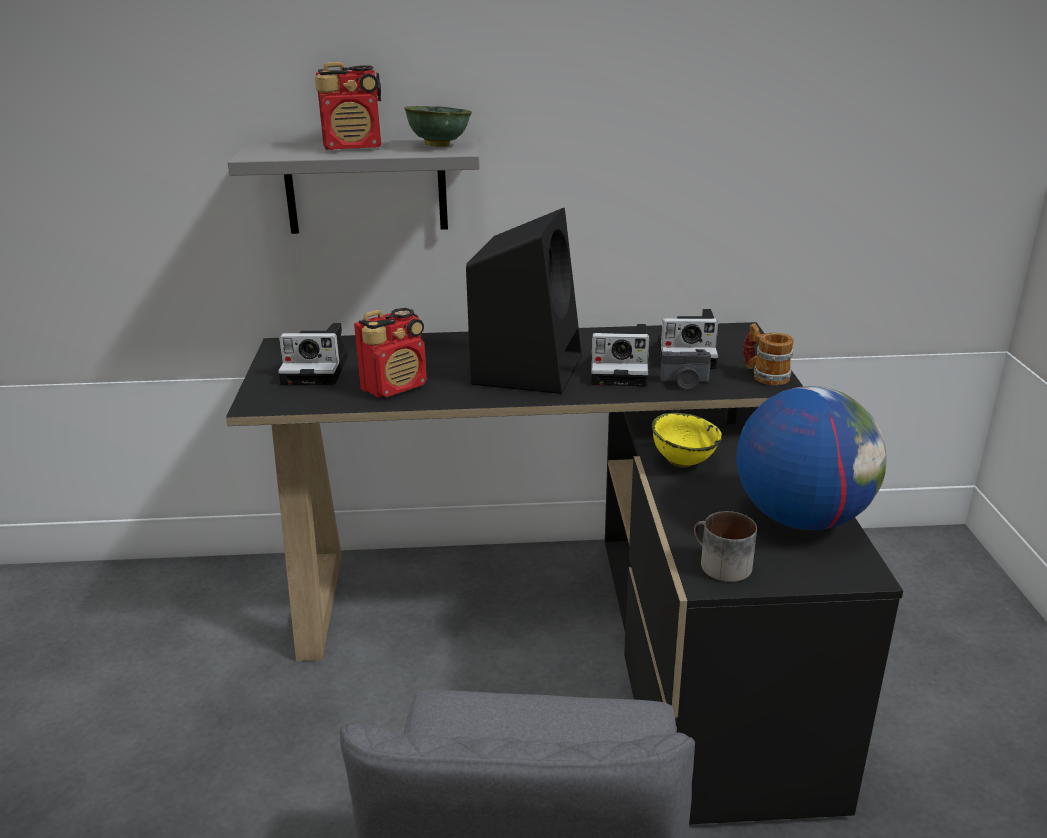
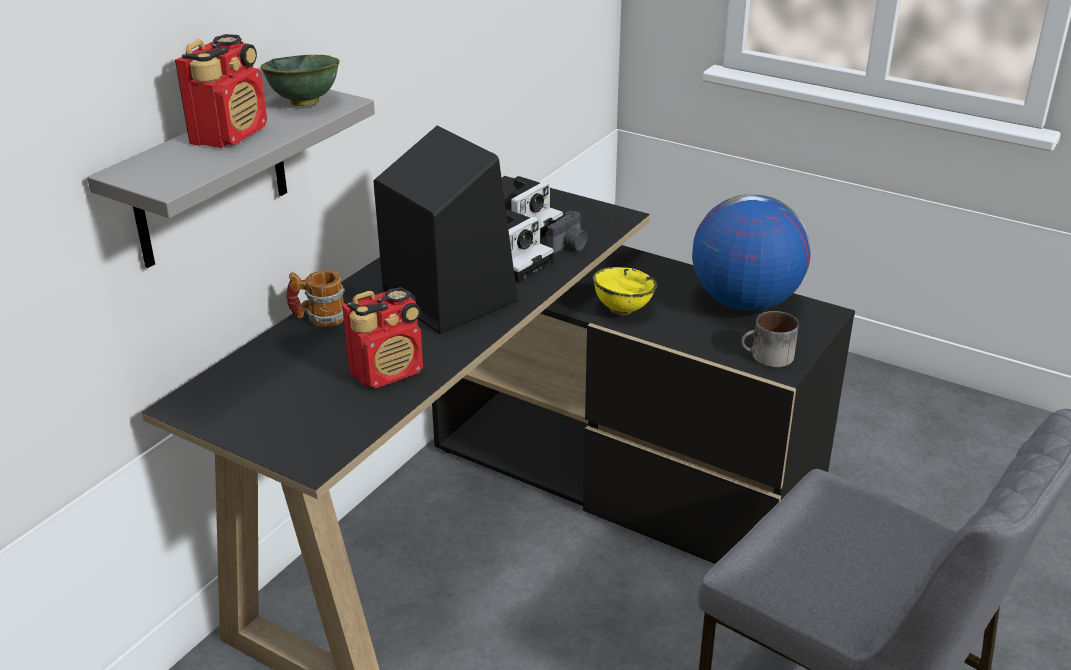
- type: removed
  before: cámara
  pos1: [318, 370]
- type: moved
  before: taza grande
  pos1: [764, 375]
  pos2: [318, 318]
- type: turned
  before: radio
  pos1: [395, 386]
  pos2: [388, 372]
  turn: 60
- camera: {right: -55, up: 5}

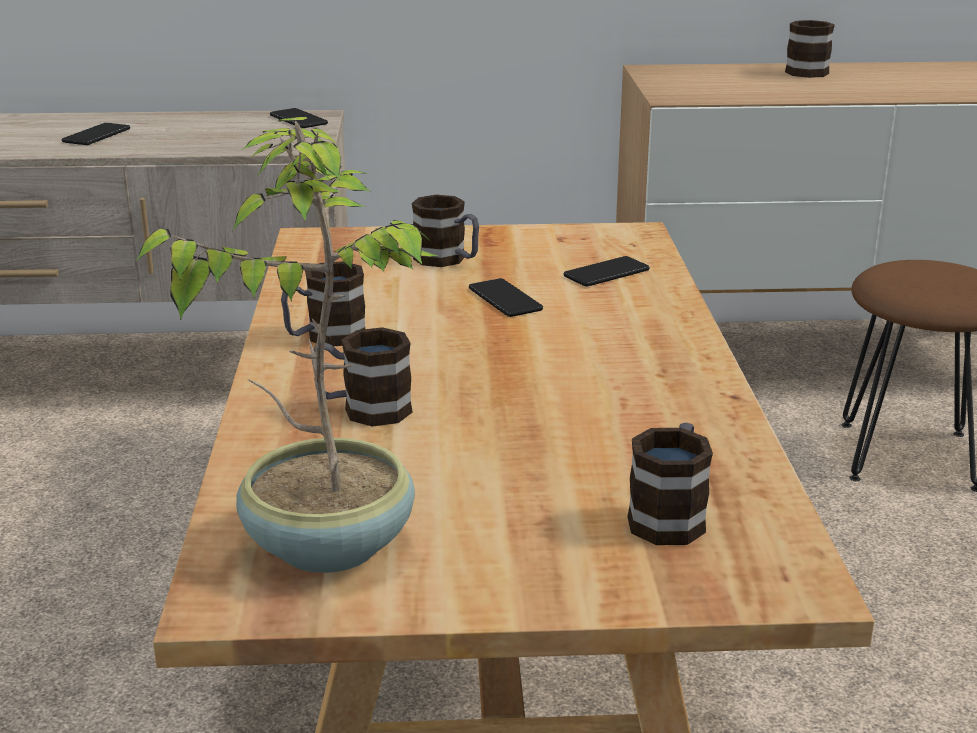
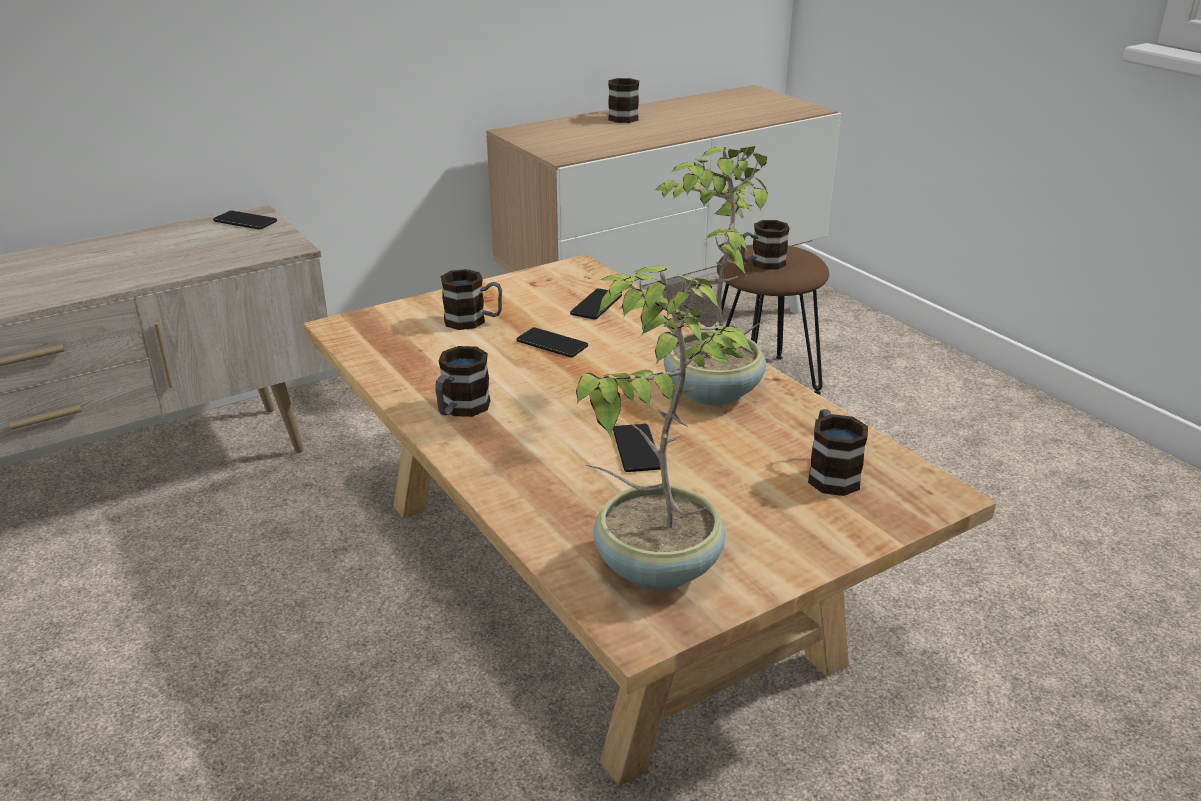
- type: added
  after: planta en maceta
  pos2: [710, 392]
- type: moved
  before: móvil
  pos1: [96, 135]
  pos2: [636, 449]
- type: moved
  before: taza grande
  pos1: [363, 409]
  pos2: [761, 264]
- camera: {right: -30, up: 5}

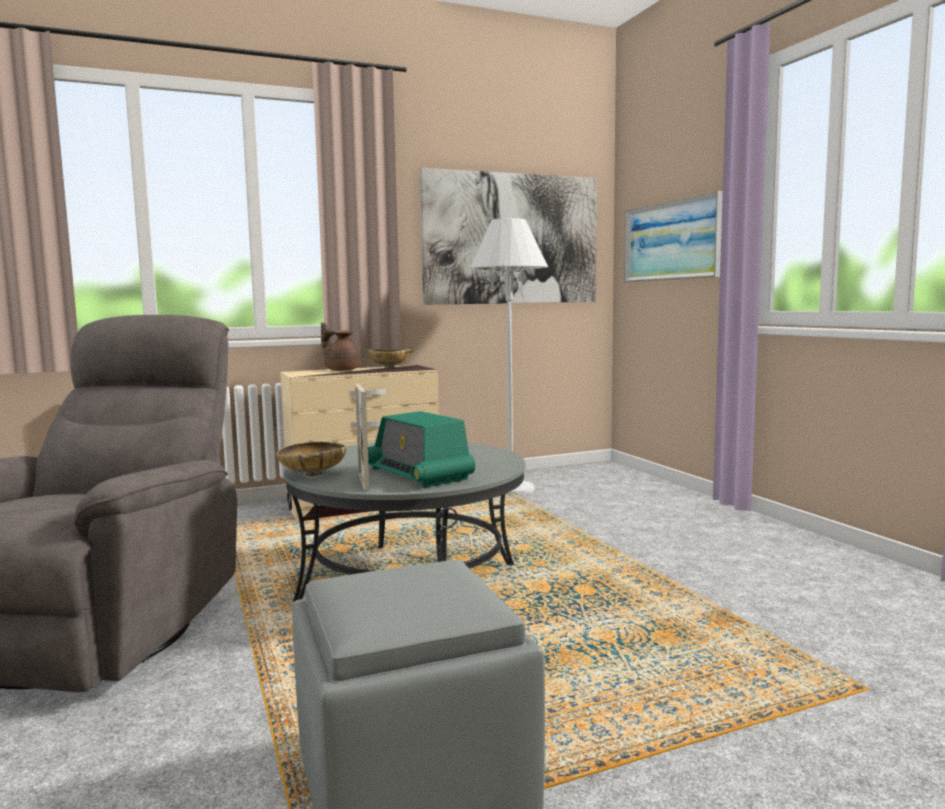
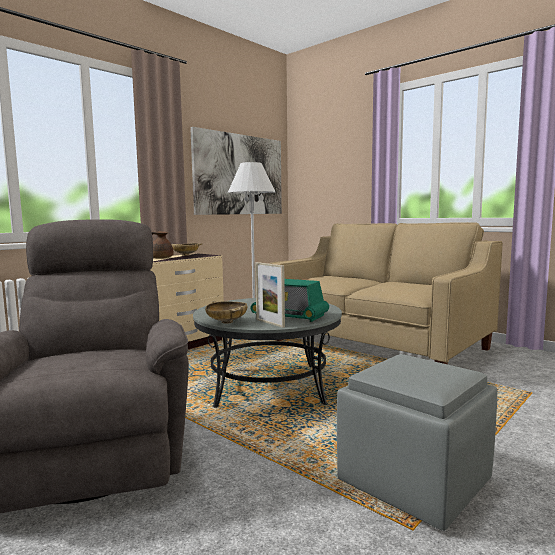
- type: removed
  before: cuadro
  pos1: [671, 241]
- type: added
  after: sofá [beis]
  pos2: [378, 345]
- camera: {right: -25, up: 0}

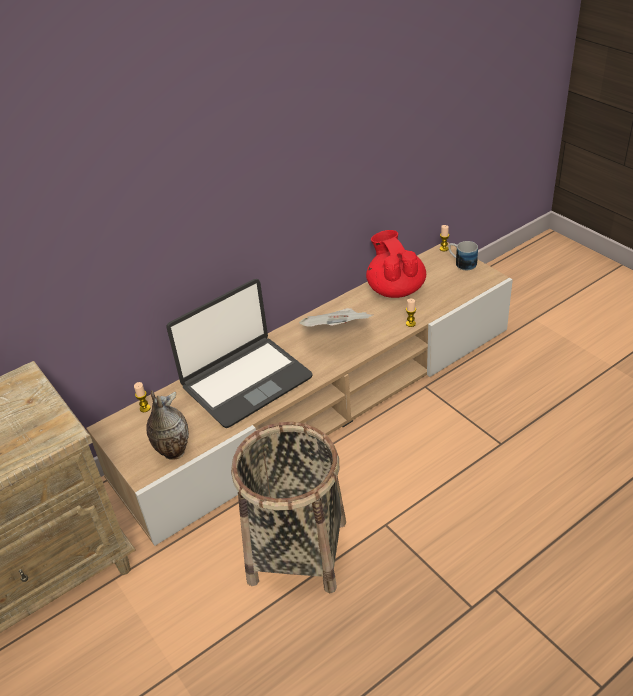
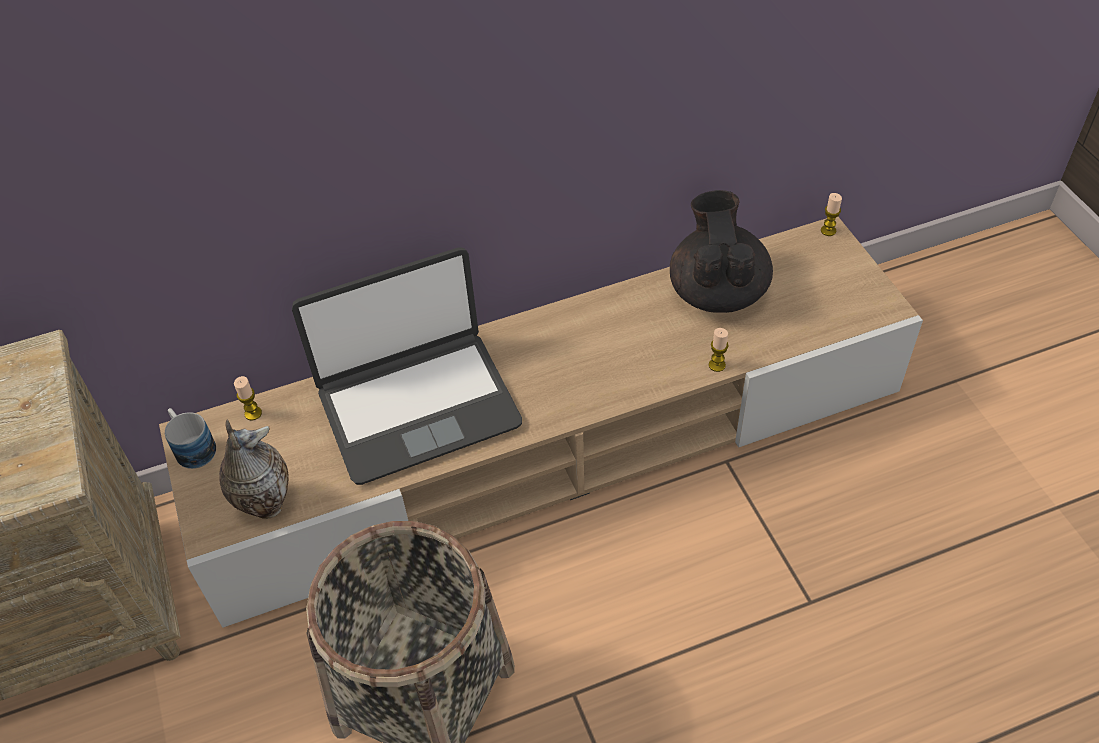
- type: removed
  before: periódico
  pos1: [337, 333]
- type: moved
  before: taza grande
  pos1: [461, 263]
  pos2: [192, 447]
- type: recoloured
  before: tetera [rojo]
  after: tetera [negro]
  pos1: [395, 289]
  pos2: [717, 291]
- camera: {right: 15, up: 10}

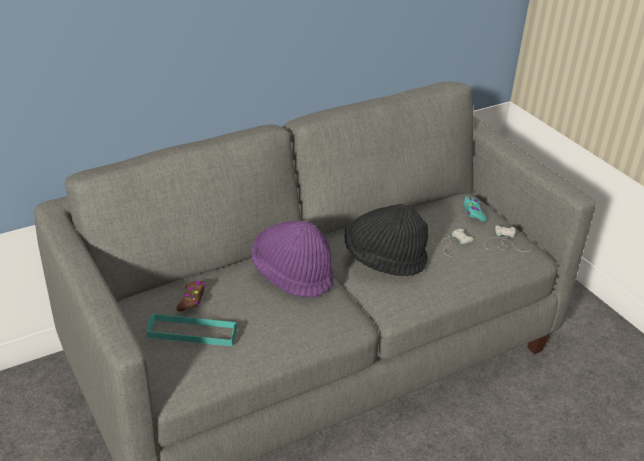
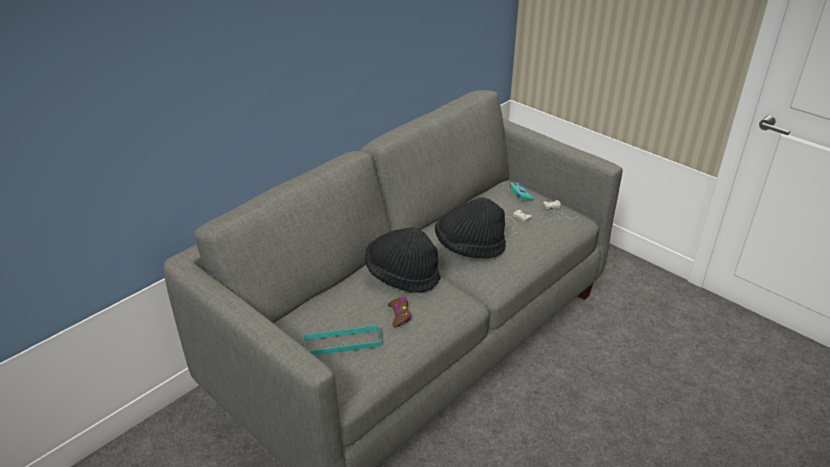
- type: moved
  before: mando de consola [marrón]
  pos1: [192, 299]
  pos2: [399, 315]
- type: recoloured
  before: sombrero [morado]
  after: sombrero [negro]
  pos1: [292, 275]
  pos2: [402, 276]
- camera: {right: -15, up: 0}

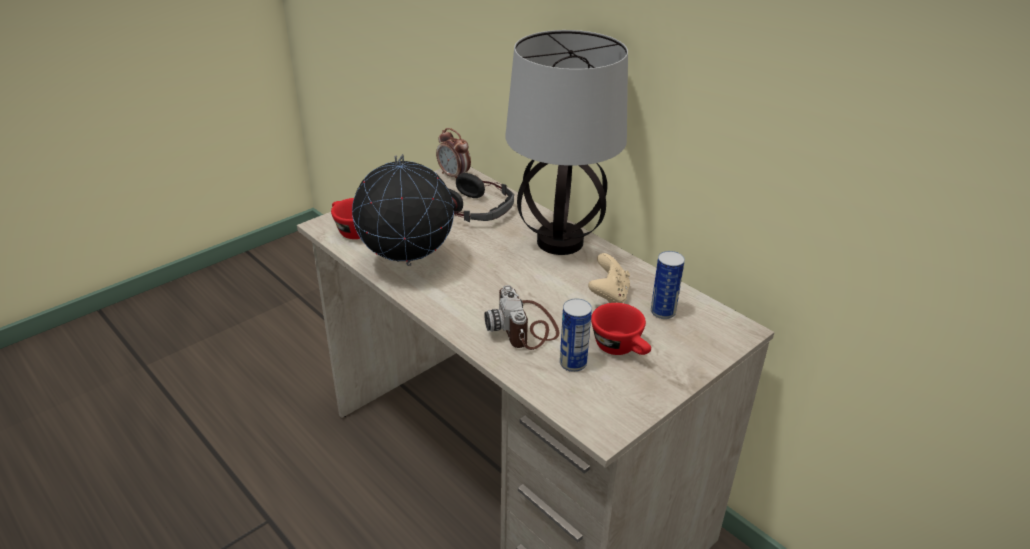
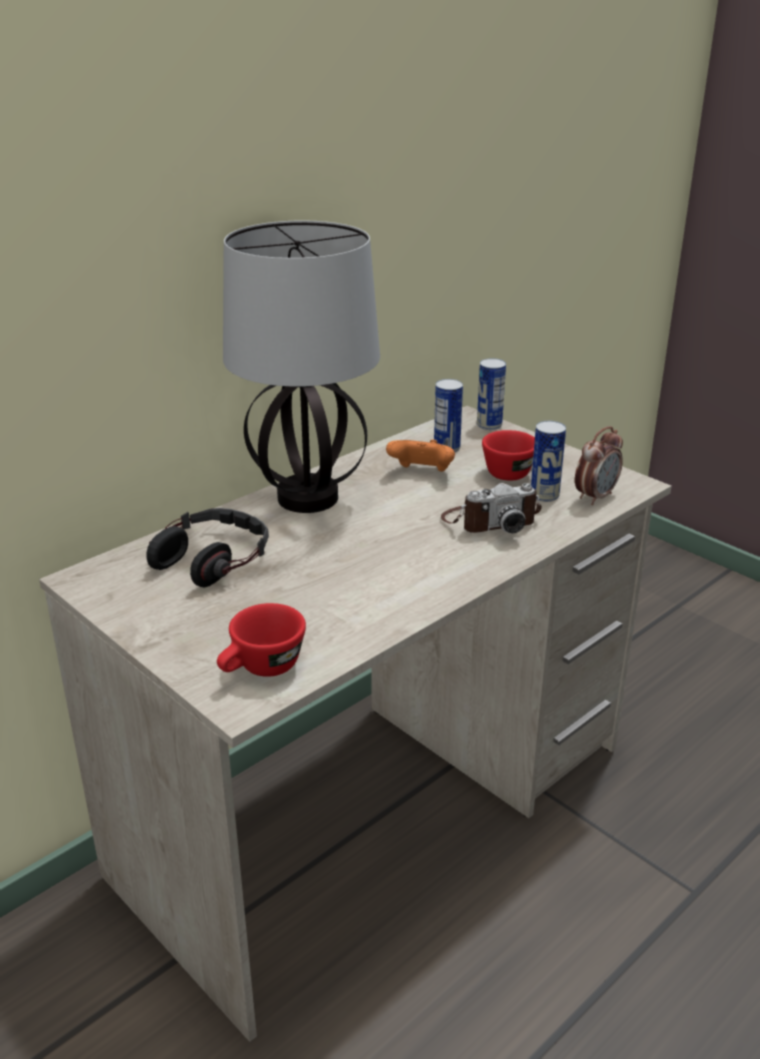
- type: removed
  before: globo terráqueo
  pos1: [407, 265]
- type: added
  after: lata
  pos2: [489, 425]
- type: moved
  before: despertador
  pos1: [454, 176]
  pos2: [595, 497]
- type: recoloured
  before: mando de consola [beis]
  after: mando de consola [naranja]
  pos1: [609, 296]
  pos2: [422, 473]
- camera: {right: -90, up: -5}

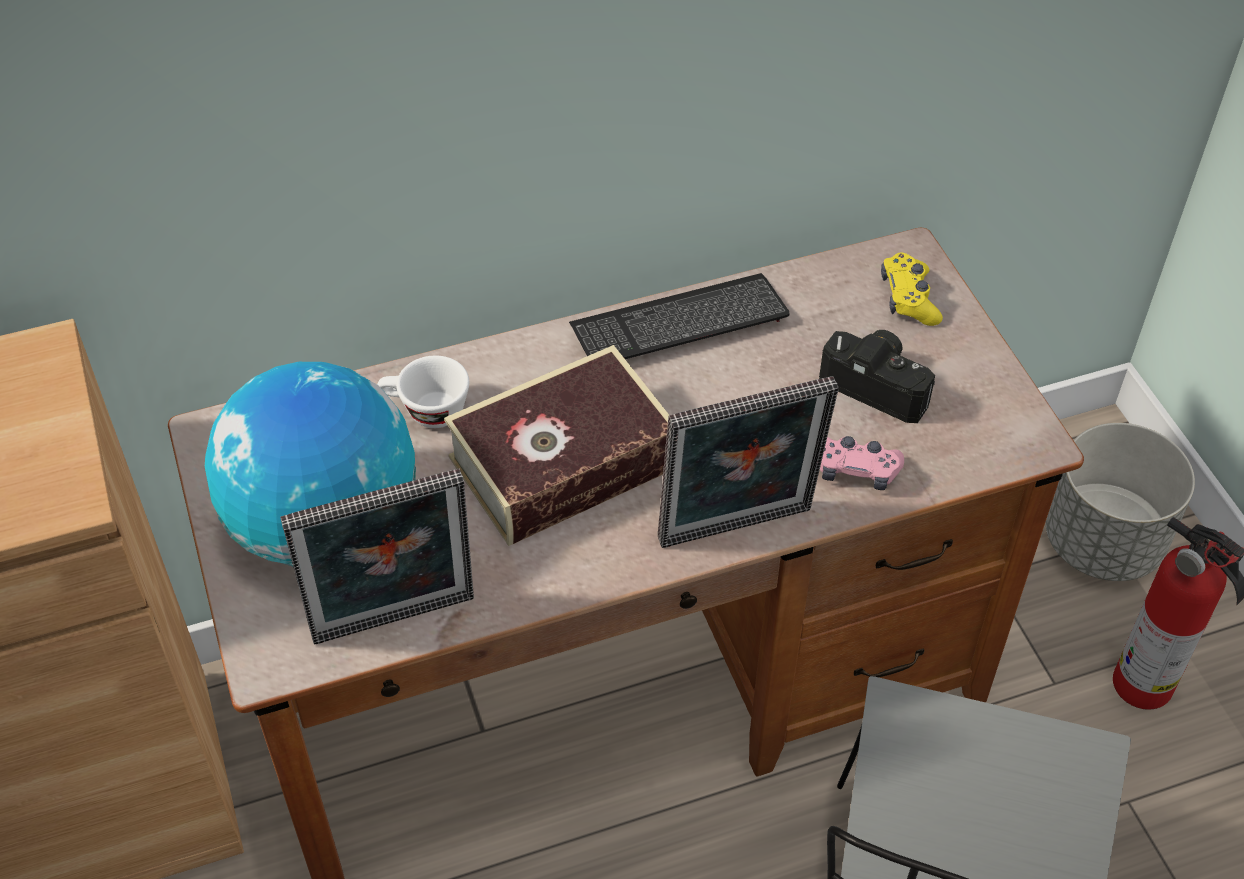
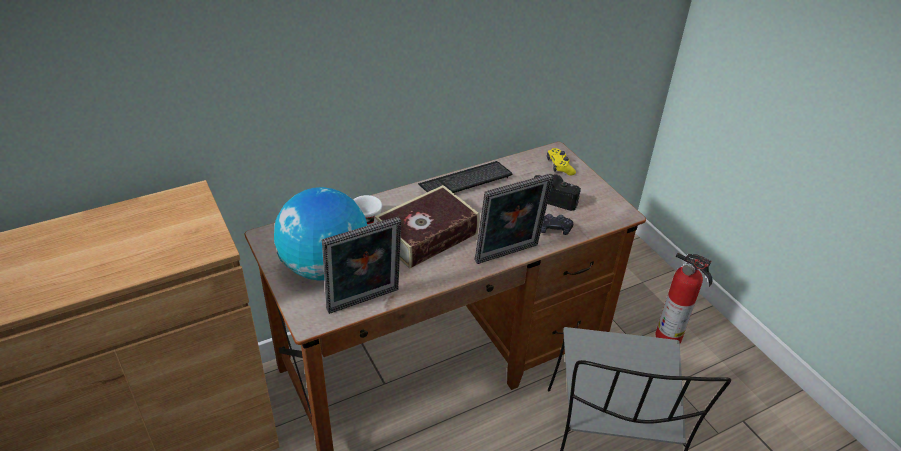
- type: removed
  before: maceta [gris]
  pos1: [1103, 542]
- type: recoloured
  before: mando de consola [rosa]
  after: mando de consola [negro]
  pos1: [856, 470]
  pos2: [553, 229]
- camera: {right: -10, up: -10}

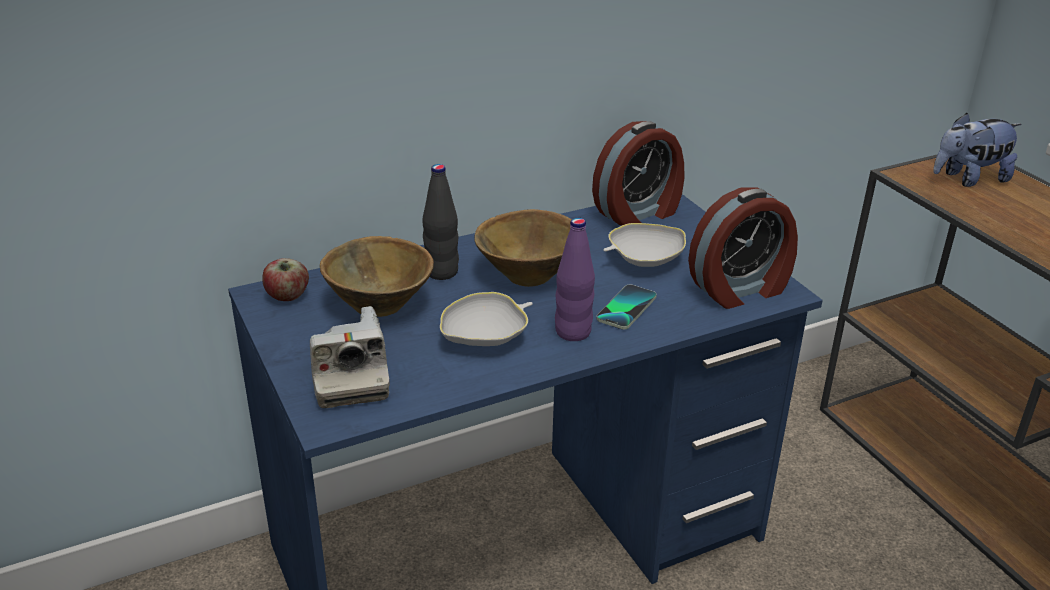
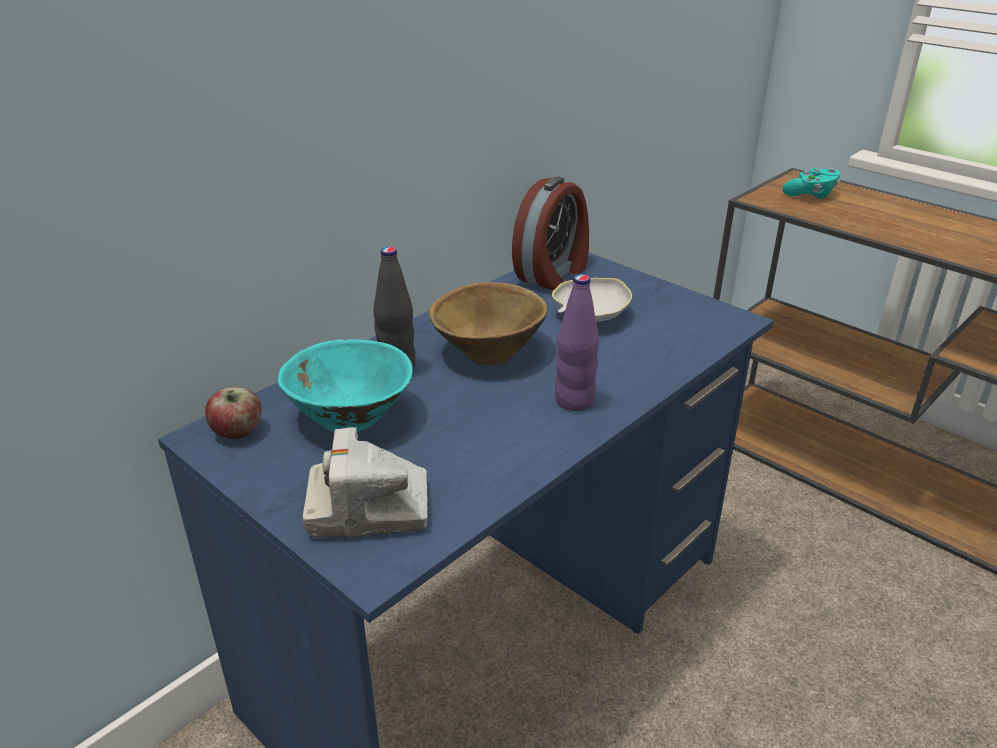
- type: removed
  before: cuenco [blanco]
  pos1: [485, 337]
- type: removed
  before: móvil
  pos1: [626, 308]
- type: removed
  before: despertador
  pos1: [740, 289]
- type: replaced
  before: peluche
  after: mando de consola [turquesa]
  pos1: [969, 179]
  pos2: [811, 194]
- type: recoloured
  before: cuenco [marrón]
  after: cuenco [turquesa]
  pos1: [380, 304]
  pos2: [351, 417]
- type: turned
  before: cámara
  pos1: [349, 378]
  pos2: [368, 509]
  turn: 120
- camera: {right: -20, up: 0}

